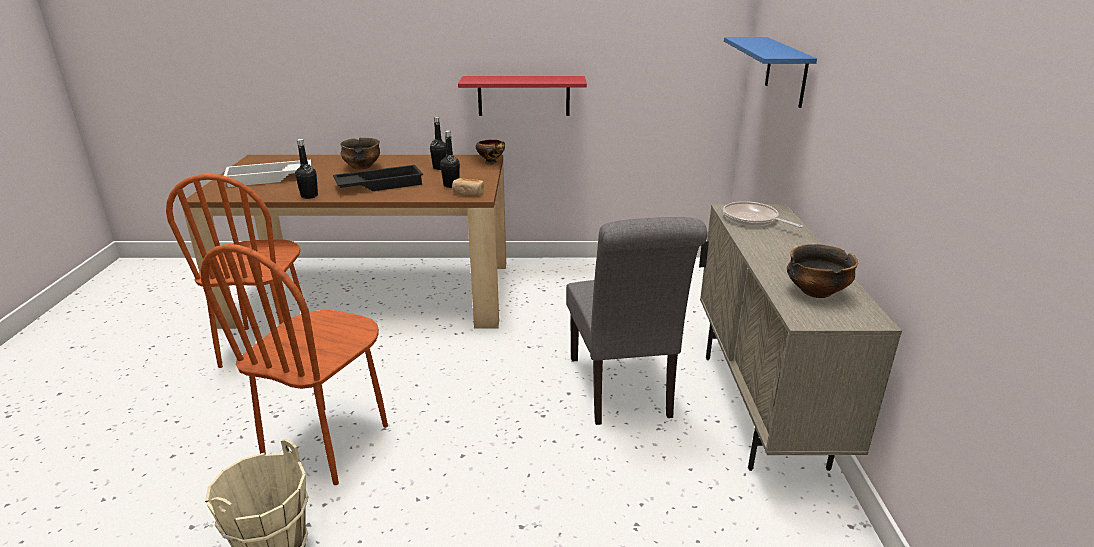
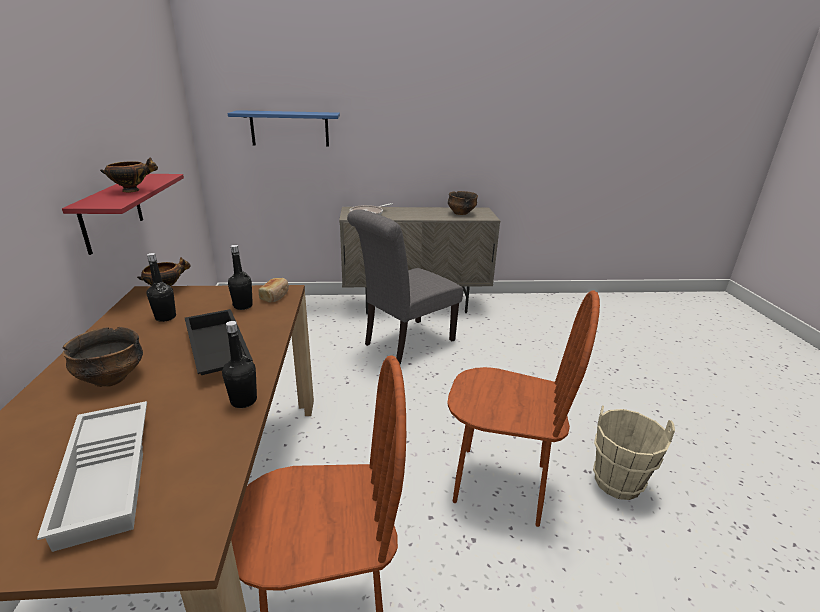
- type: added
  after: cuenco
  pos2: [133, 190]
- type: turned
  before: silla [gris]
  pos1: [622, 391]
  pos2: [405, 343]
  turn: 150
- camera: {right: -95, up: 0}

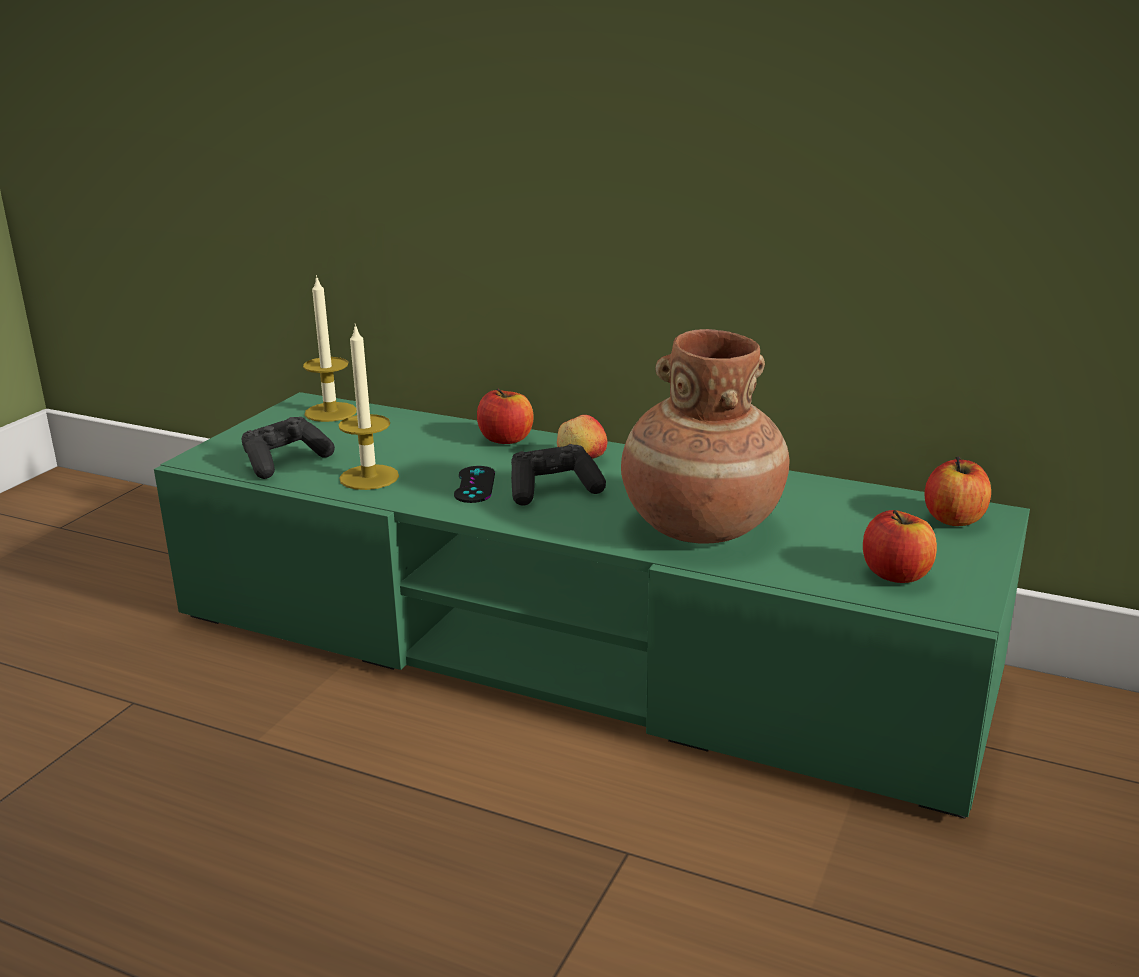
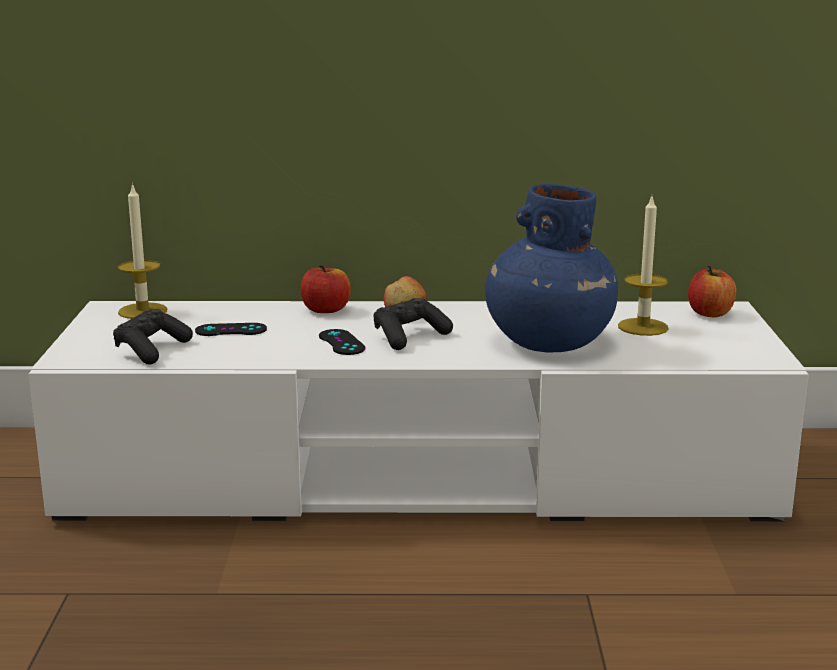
- type: removed
  before: manzana
  pos1: [896, 574]
- type: added
  after: mando de consola [negro]
  pos2: [231, 330]
- type: moved
  before: vela
  pos1: [369, 477]
  pos2: [643, 327]
- type: recoloured
  before: mueble de televisión [verde]
  after: mueble de televisión [blanco]
  pos1: [572, 647]
  pos2: [418, 476]
- type: recoloured
  before: florero [marrón]
  after: florero [azul]
  pos1: [700, 526]
  pos2: [547, 343]
- camera: {right: -25, up: -5}

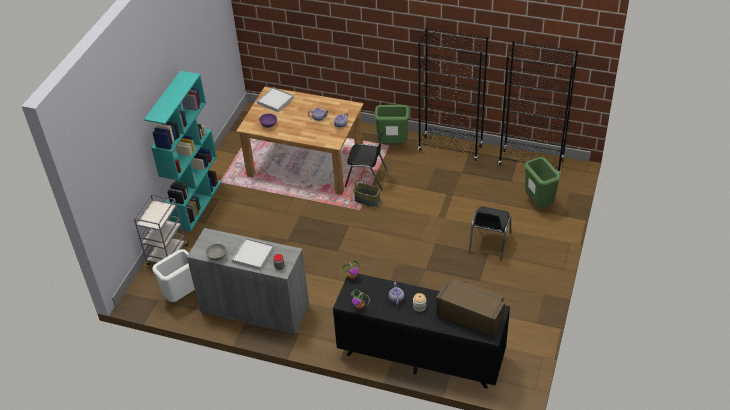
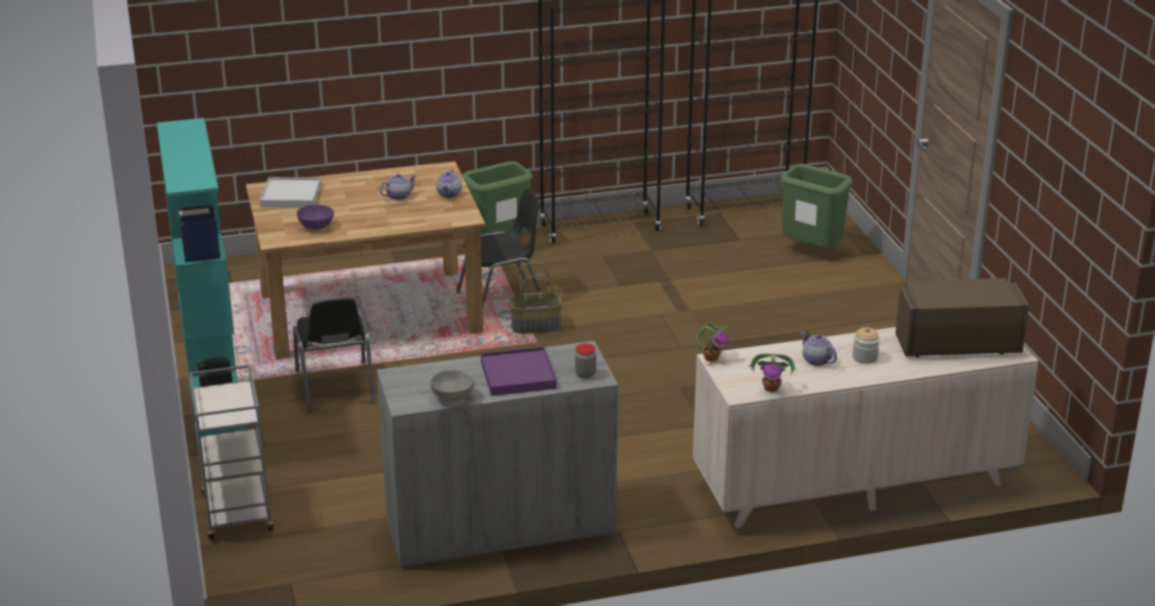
- type: removed
  before: papelera [blanco]
  pos1: [182, 296]
- type: moved
  before: silla [negro]
  pos1: [488, 243]
  pos2: [335, 388]
- type: recoloured
  before: bandeja [blanco]
  after: bandeja [morado]
  pos1: [253, 255]
  pos2: [518, 375]
- type: recoloured
  before: cómoda [negro]
  after: cómoda [beis]
  pos1: [420, 355]
  pos2: [854, 484]
- camera: {right: -35, up: -15}

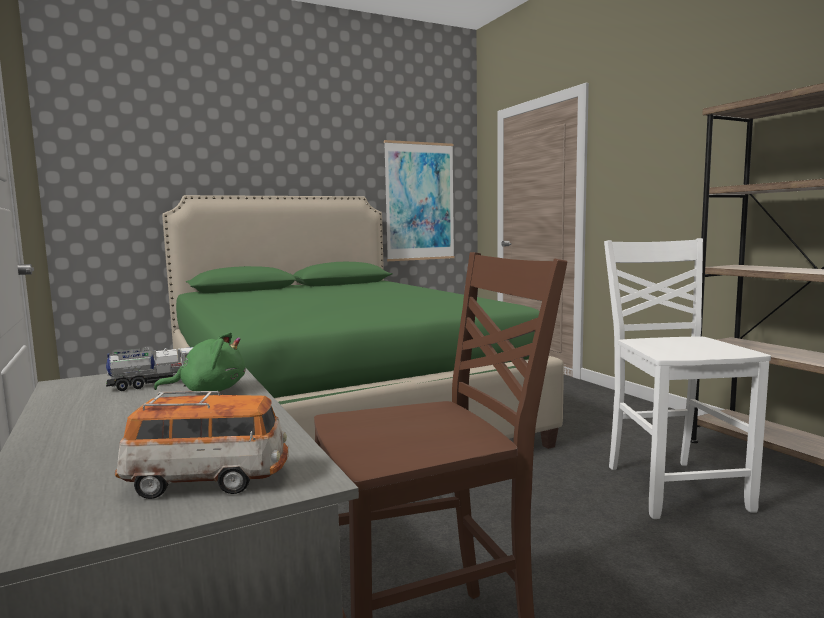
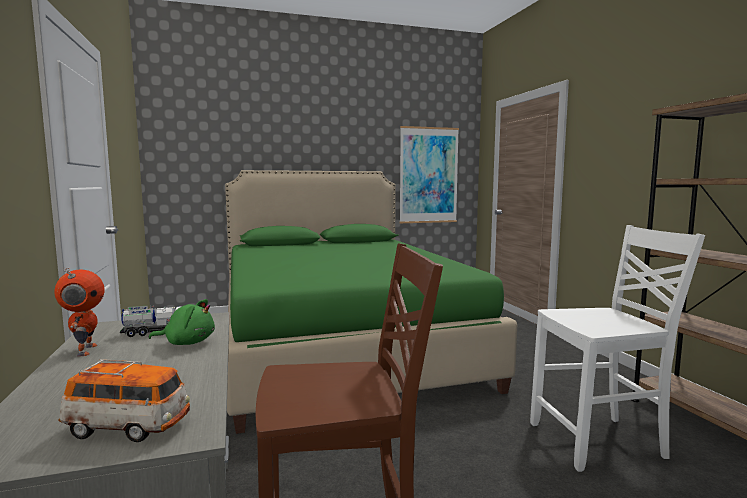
- type: added
  after: robot de juguete
  pos2: [85, 350]
- type: turned
  before: silla [blanco]
  pos1: [673, 487]
  pos2: [600, 442]
  turn: 75
- camera: {right: 10, up: 0}

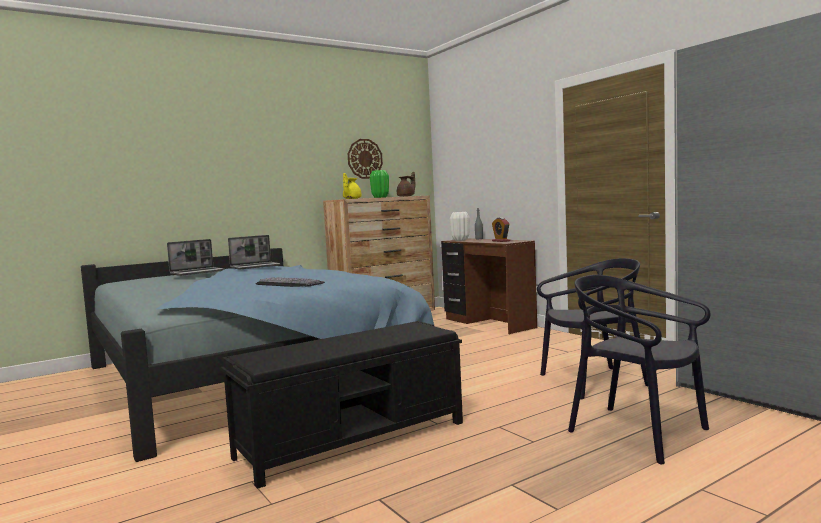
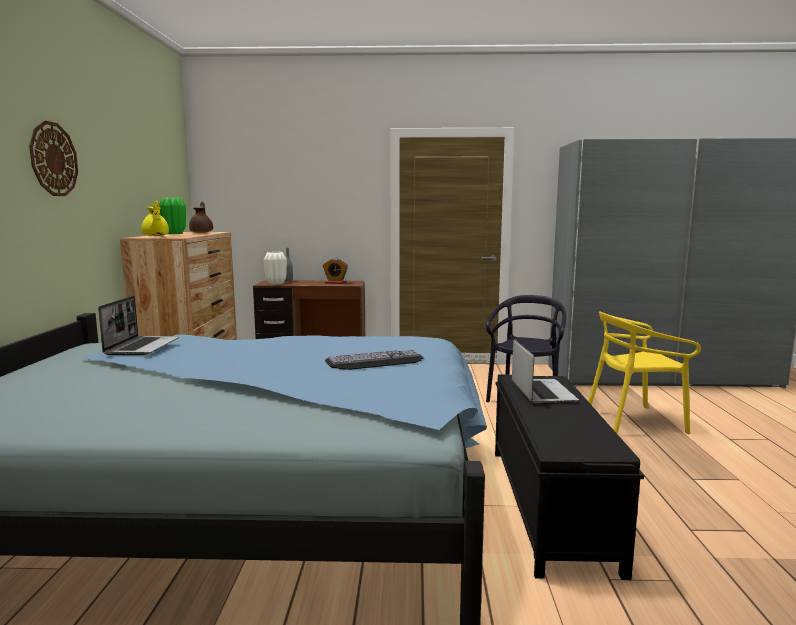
- type: moved
  before: portátil
  pos1: [197, 272]
  pos2: [541, 392]
- type: moved
  before: reloj de pared
  pos1: [364, 158]
  pos2: [53, 159]
- type: recoloured
  before: silla [negro]
  after: silla [amarillo]
  pos1: [637, 433]
  pos2: [634, 421]
- camera: {right: -55, up: 5}

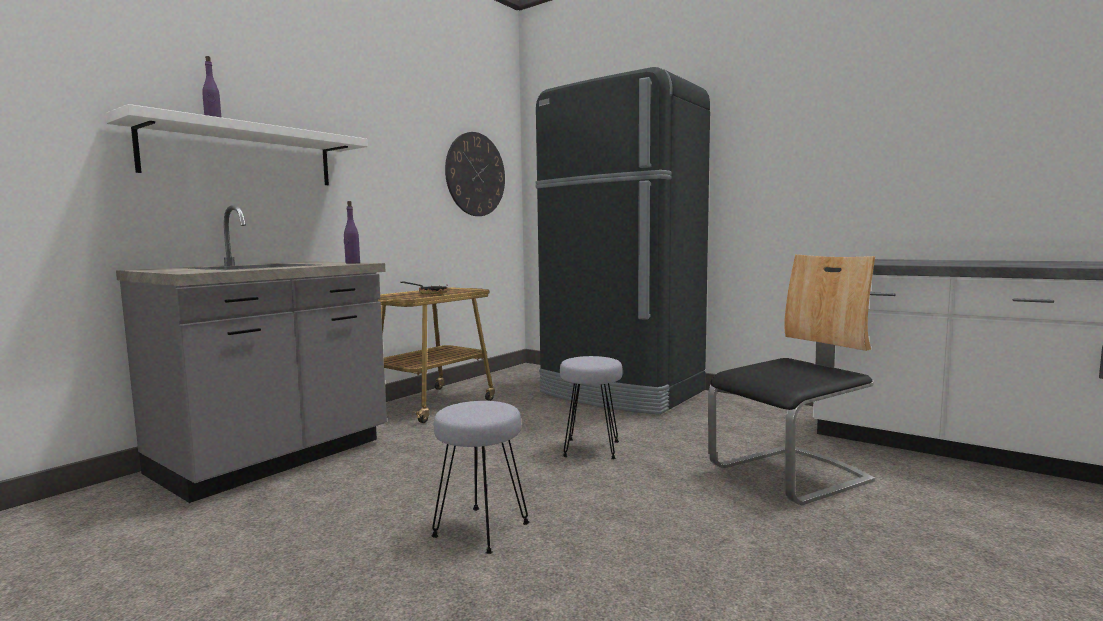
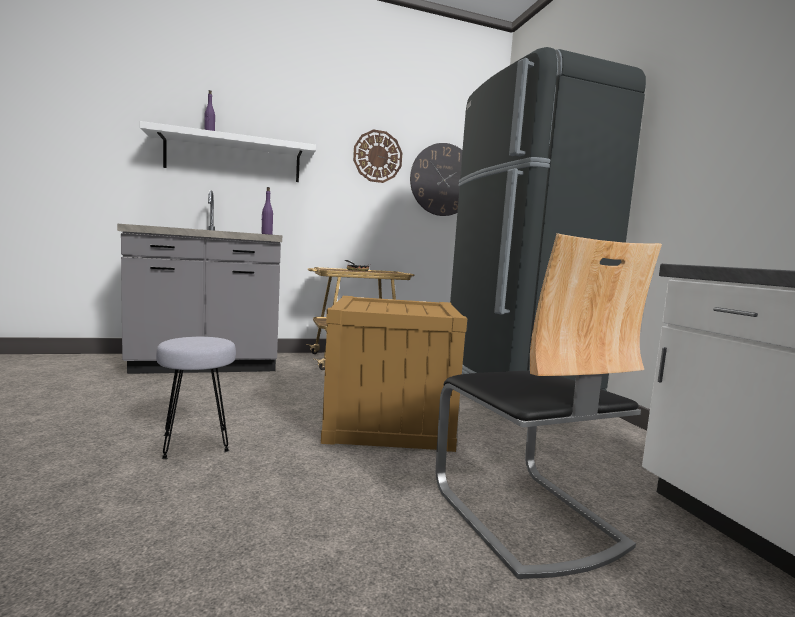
- type: added
  after: reloj de pared
  pos2: [377, 156]
- type: replaced
  before: taburete [gris]
  after: caja de embalaje
  pos1: [591, 448]
  pos2: [389, 422]
- type: turned
  before: silla
  pos1: [790, 474]
  pos2: [525, 515]
  turn: 60
- camera: {right: 35, up: 0}

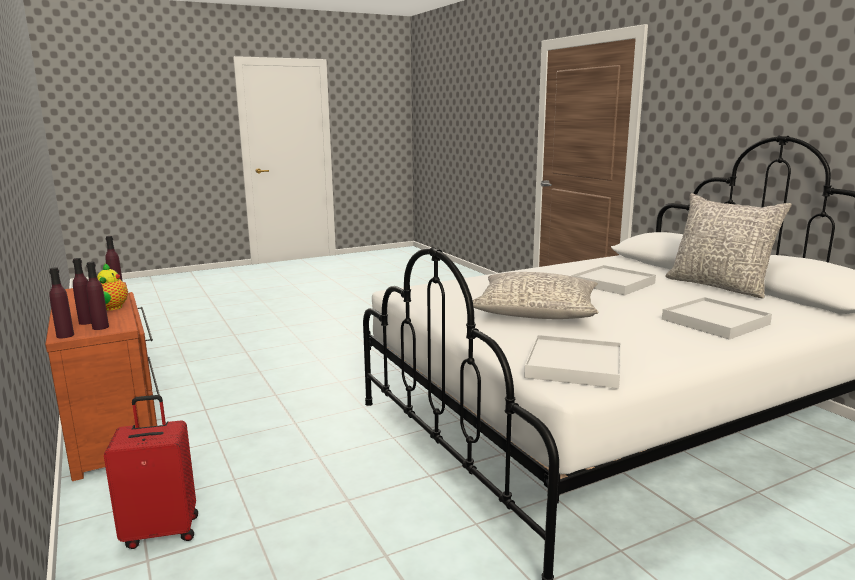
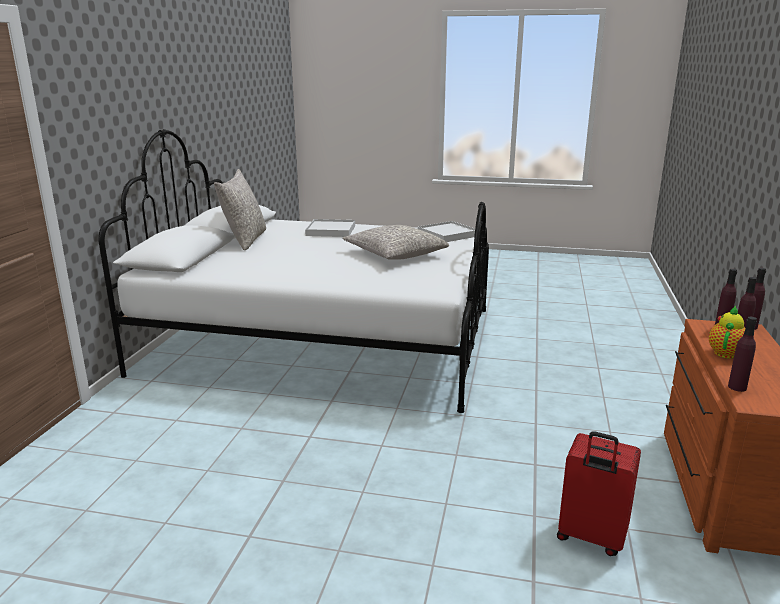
- type: removed
  before: bandeja [blanco]
  pos1: [612, 283]
- type: moved
  before: maleta [rojo]
  pos1: [162, 531]
  pos2: [590, 538]
- camera: {right: -140, up: 5}

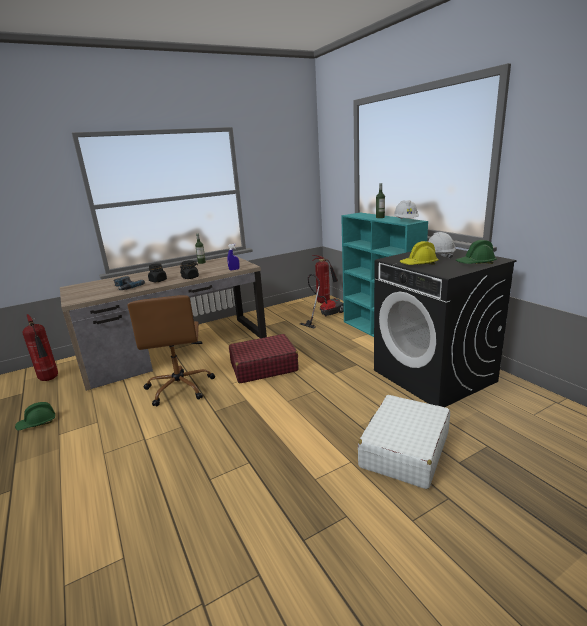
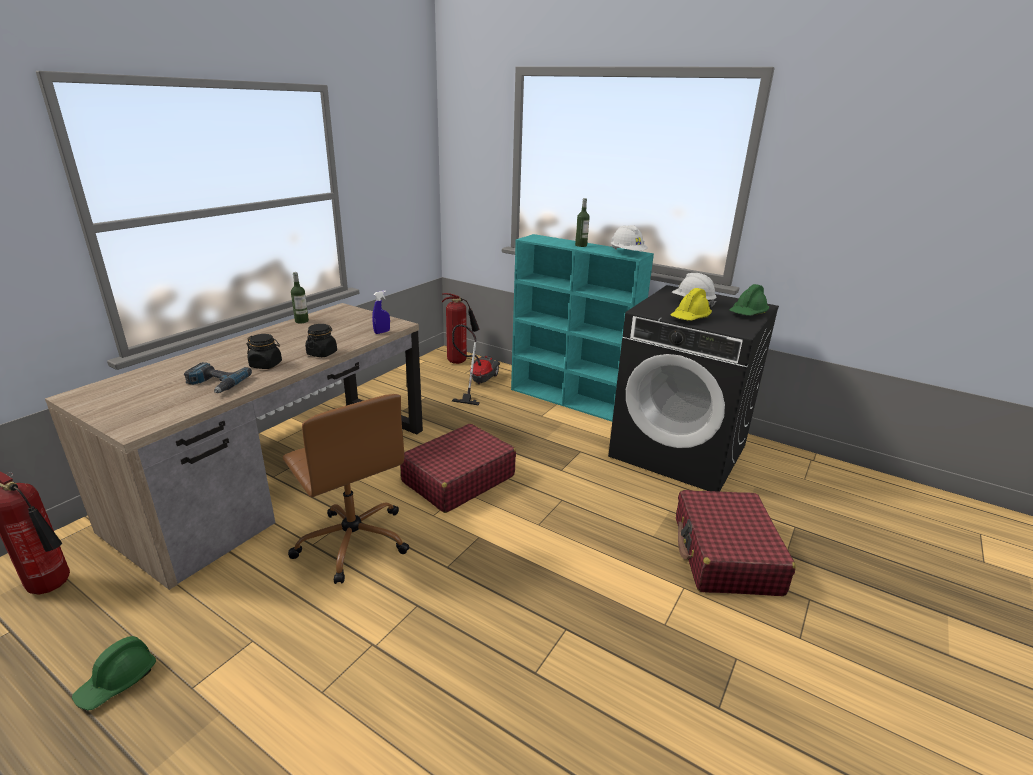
- type: recoloured
  before: maleta [blanco]
  after: maleta [rojo]
  pos1: [404, 450]
  pos2: [725, 555]
- camera: {right: -30, up: 5}

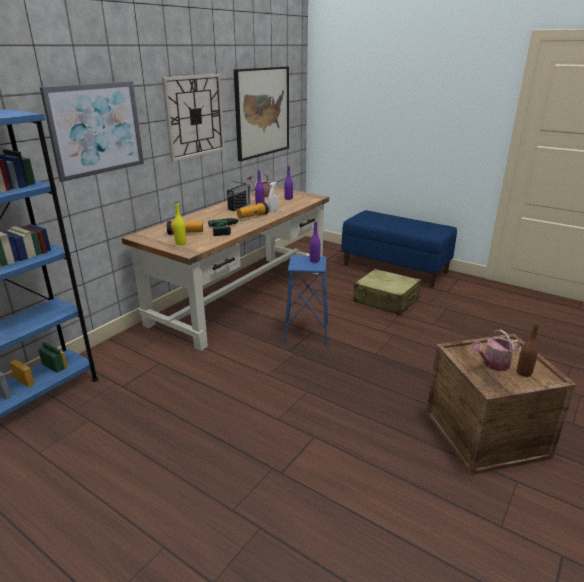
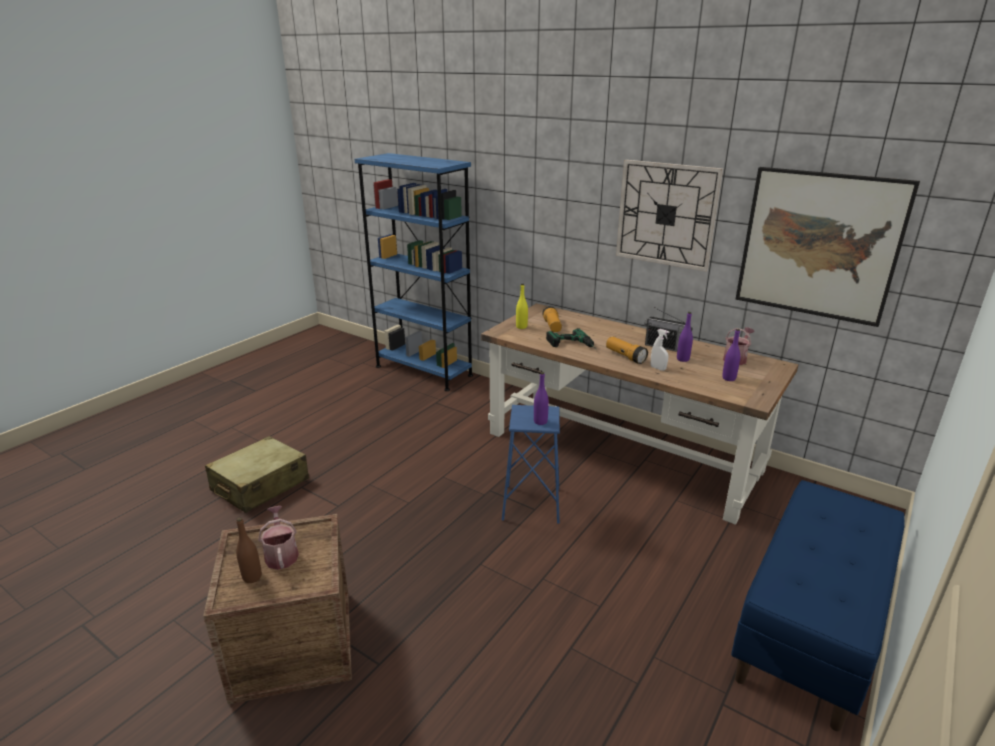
- type: removed
  before: cuadro
  pos1: [96, 129]
- type: moved
  before: maleta [beis]
  pos1: [386, 300]
  pos2: [260, 485]
- camera: {right: 90, up: 0}

